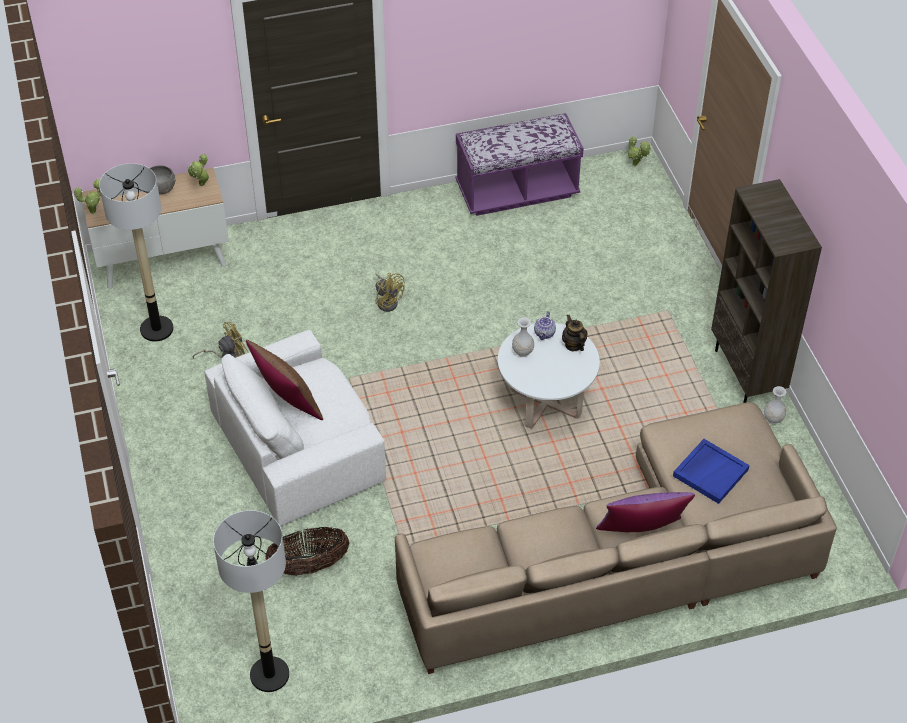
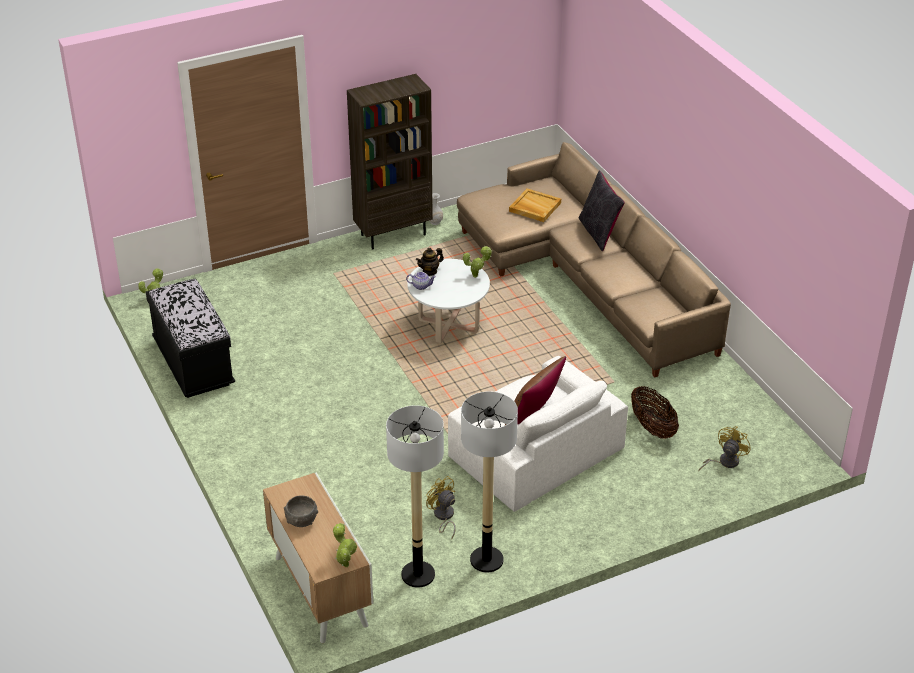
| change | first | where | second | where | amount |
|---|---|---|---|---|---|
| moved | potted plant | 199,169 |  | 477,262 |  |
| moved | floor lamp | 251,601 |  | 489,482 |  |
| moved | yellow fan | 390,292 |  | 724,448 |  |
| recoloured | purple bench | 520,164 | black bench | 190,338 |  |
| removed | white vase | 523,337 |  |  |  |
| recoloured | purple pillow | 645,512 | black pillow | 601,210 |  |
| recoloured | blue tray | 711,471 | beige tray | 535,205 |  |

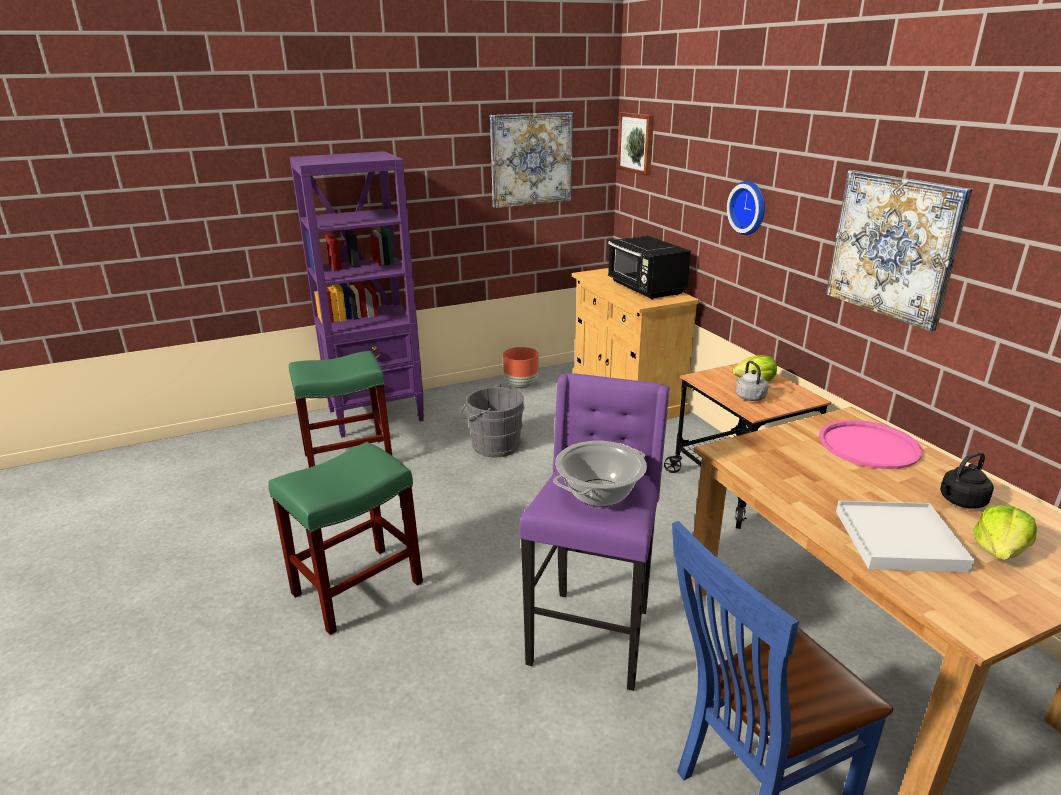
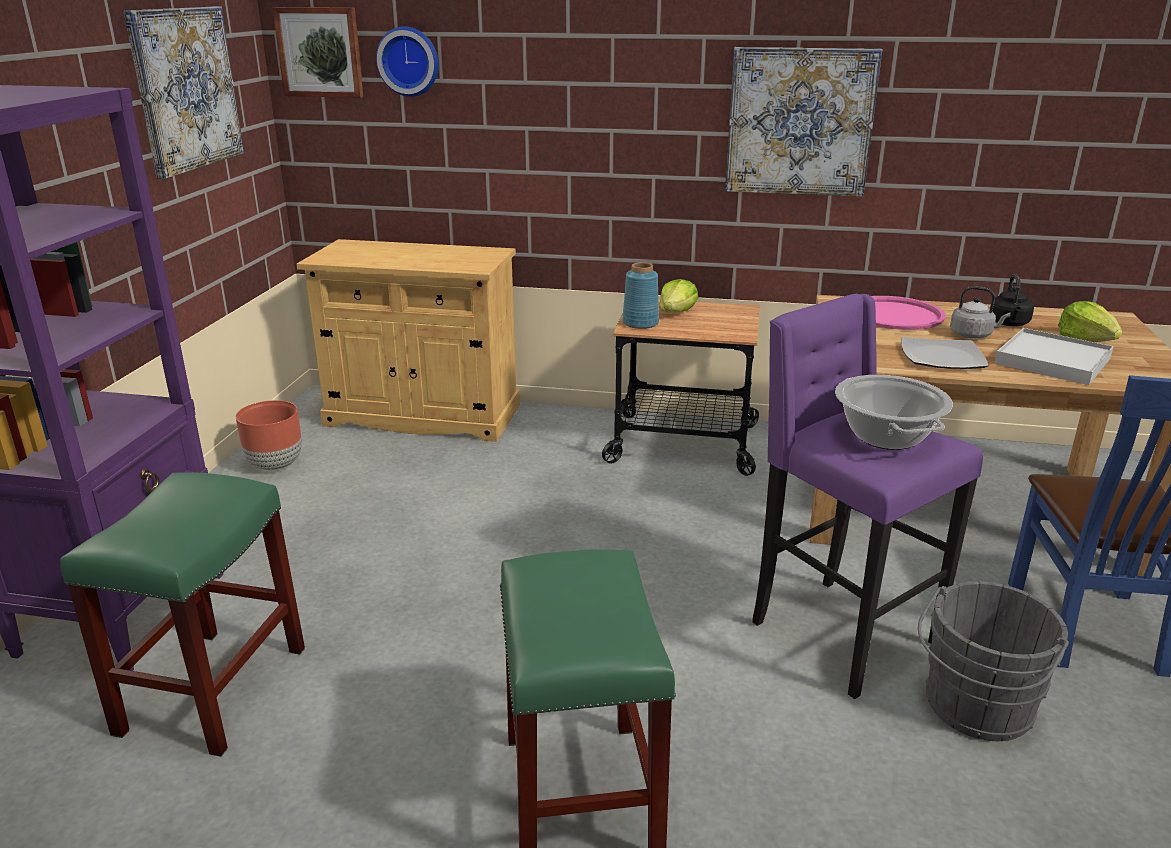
| change | first | where | second | where | amount |
|---|---|---|---|---|---|
| moved | grey bucket | 493,420 |  | 993,661 |  |
| removed | black microwave | 649,267 |  |  |  |
| moved | wall clock | 746,208 |  | 407,61 |  |
| moved | grey kettle | 752,381 |  | 980,312 |  |
| added |  |  | blue vase | 640,295 |  |
| added |  |  | plate | 945,353 |  |

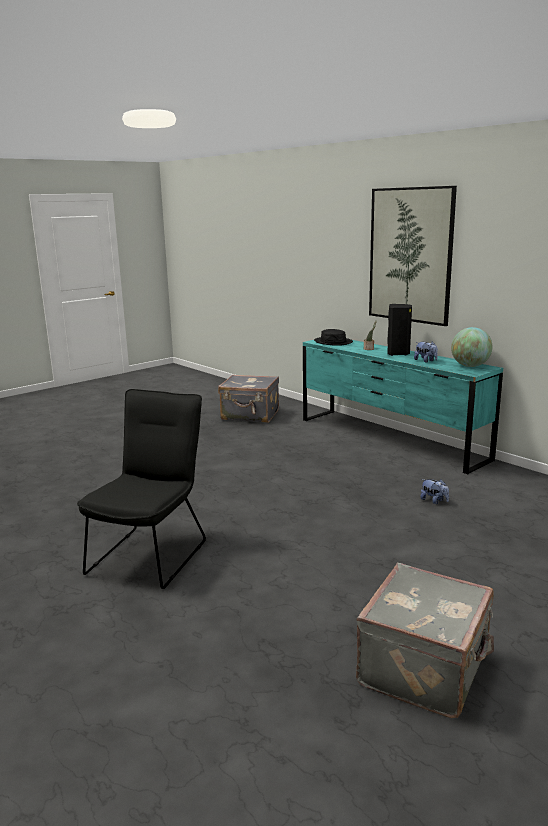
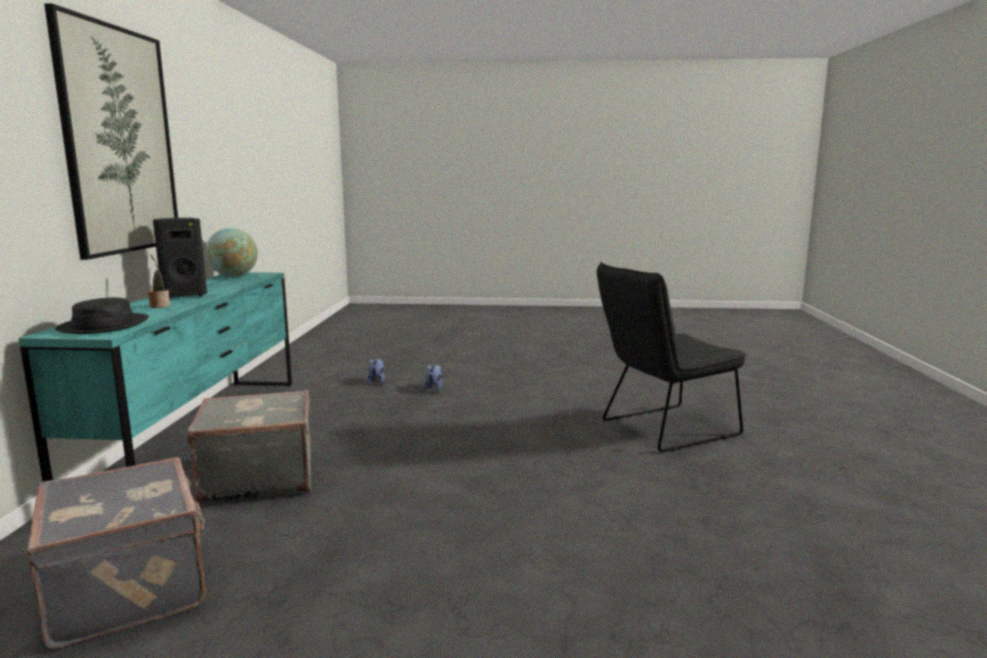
| change | first | where | second | where | amount |
|---|---|---|---|---|---|
| moved | grey suitcase | 425,640 |  | 249,447 |  |
| moved | plush toy | 426,352 |  | 433,378 |  |

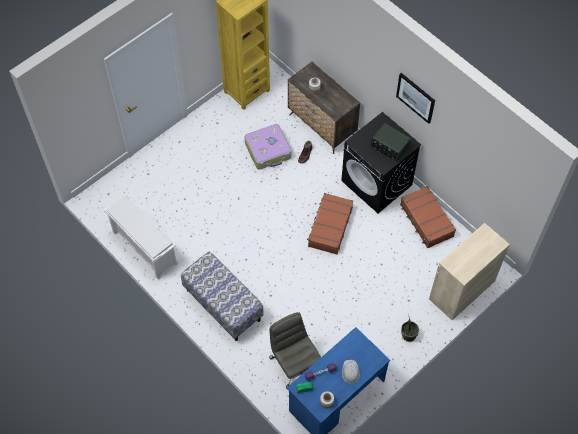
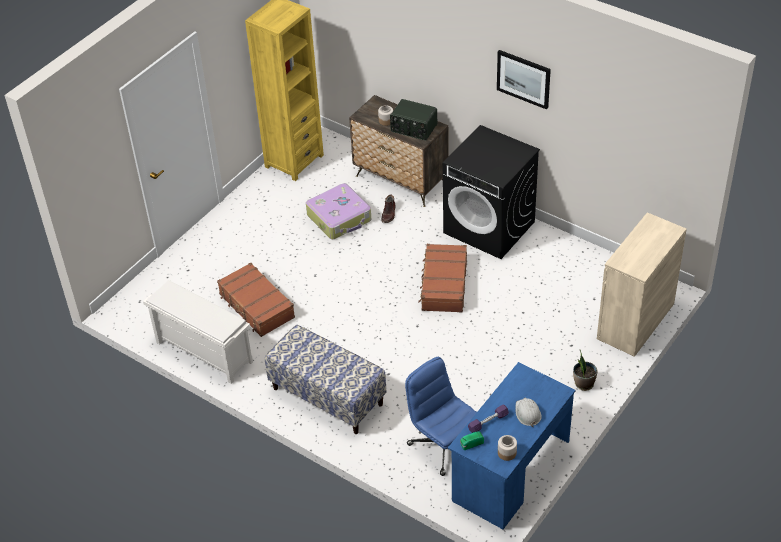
| change | first | where | second | where | amount |
|---|---|---|---|---|---|
| recoloured | grey office chair | 295,350 | blue office chair | 441,416 |  |
| moved | radio | 391,143 |  | 413,120 |  |
| moved | brown suitcase | 428,217 |  | 256,299 |  |

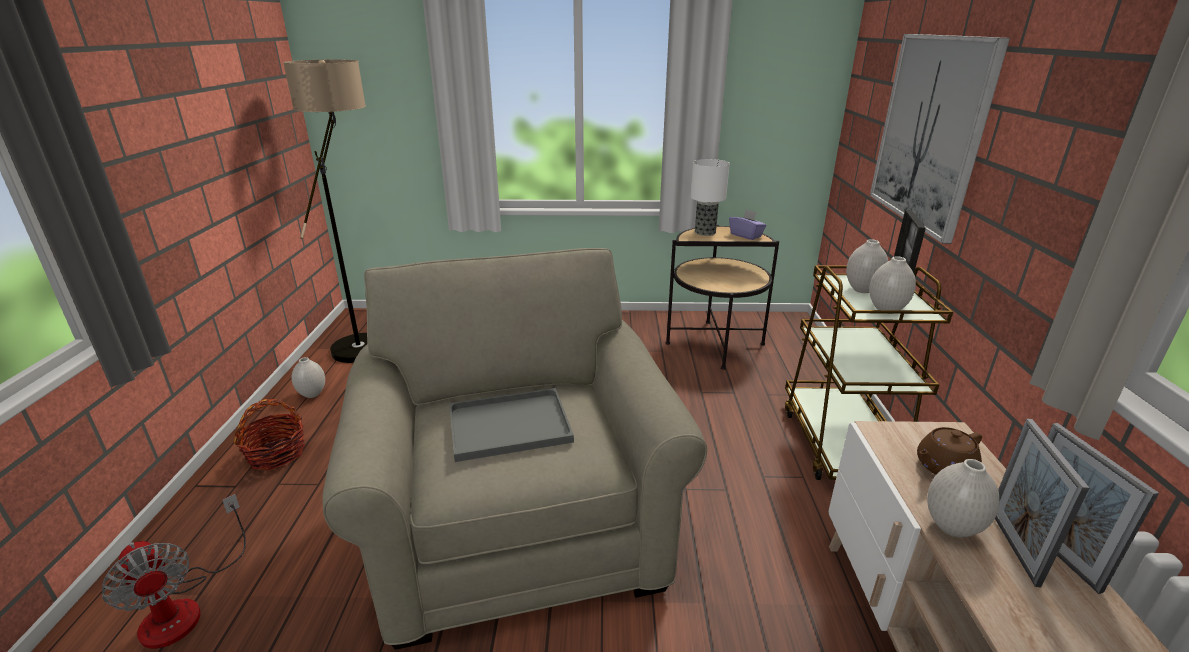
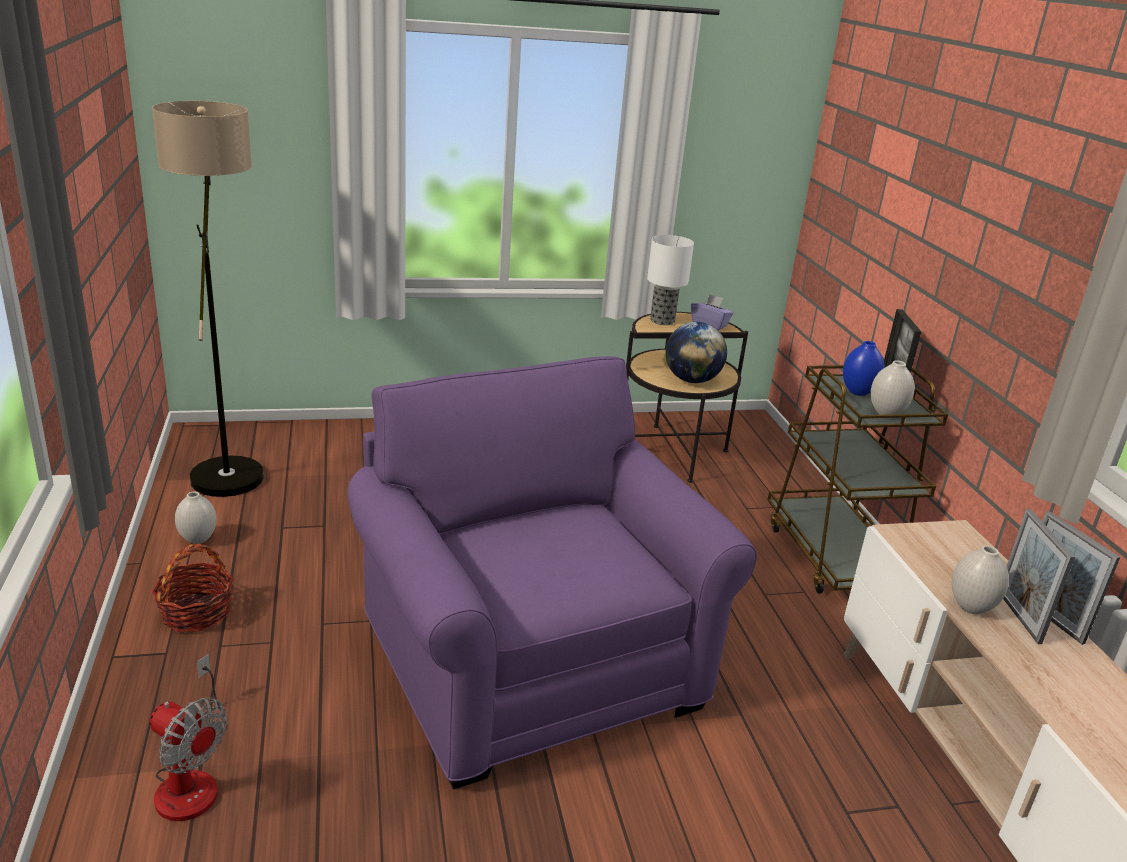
| change | first | where | second | where | amount |
|---|---|---|---|---|---|
| recoloured | beige armchair | 514,449 | purple armchair | 552,572 |  |
| removed | grey tray | 511,425 |  |  |  |
| recoloured | white vase | 867,266 | blue vase | 864,368 |  |
| removed | picture | 940,139 |  |  |  |
| removed | brown teapot | 949,451 |  |  |  |
| added |  |  | globe | 696,352 |  |

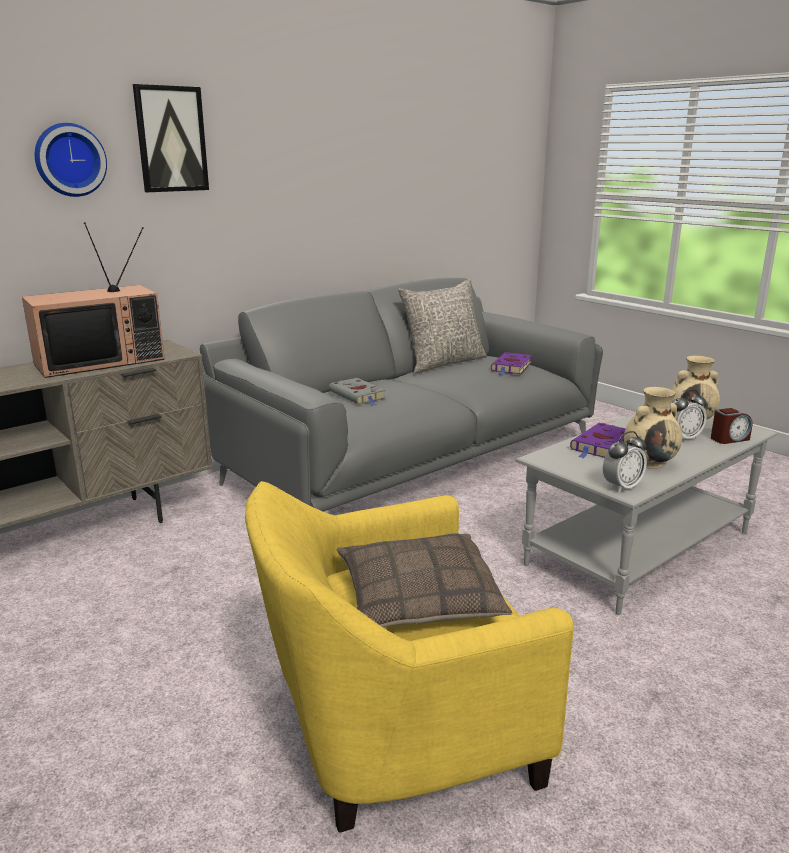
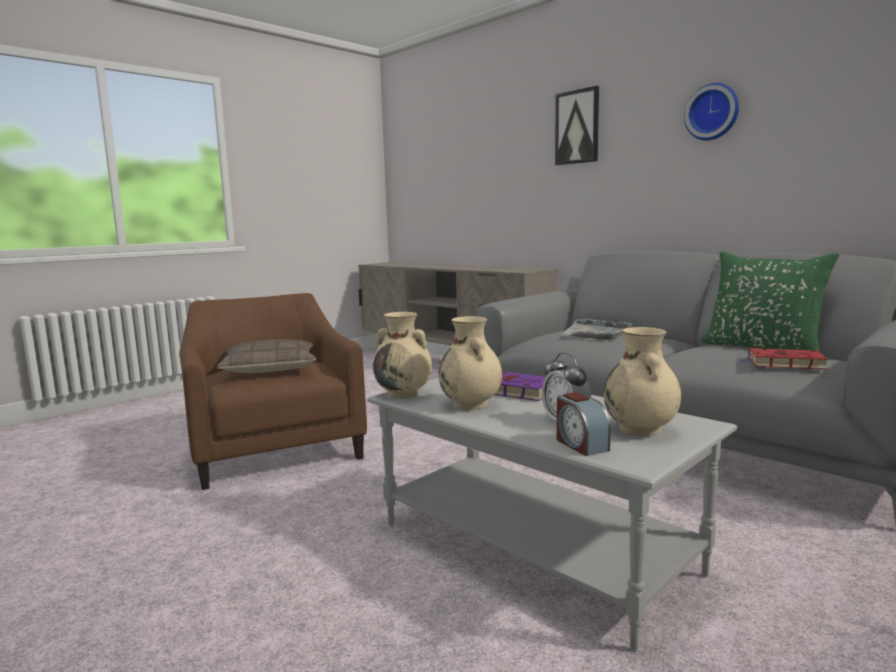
| change | first | where | second | where | amount |
|---|---|---|---|---|---|
| removed | television | 93,300 |  |  |  |
| moved | wall clock | 71,160 |  | 711,112 |  |
| recoloured | yellow armchair | 409,656 | brown armchair | 273,391 |  |
| replaced | grey book | 357,392 | grey tray | 597,329 |  |
| recoloured | grey pillow | 442,326 | green pillow | 770,301 |  |
| recoloured | purple book | 511,364 | red book | 782,359 |  |
| replaced | alarm clock | 625,462 | beige vase | 402,355 |  |

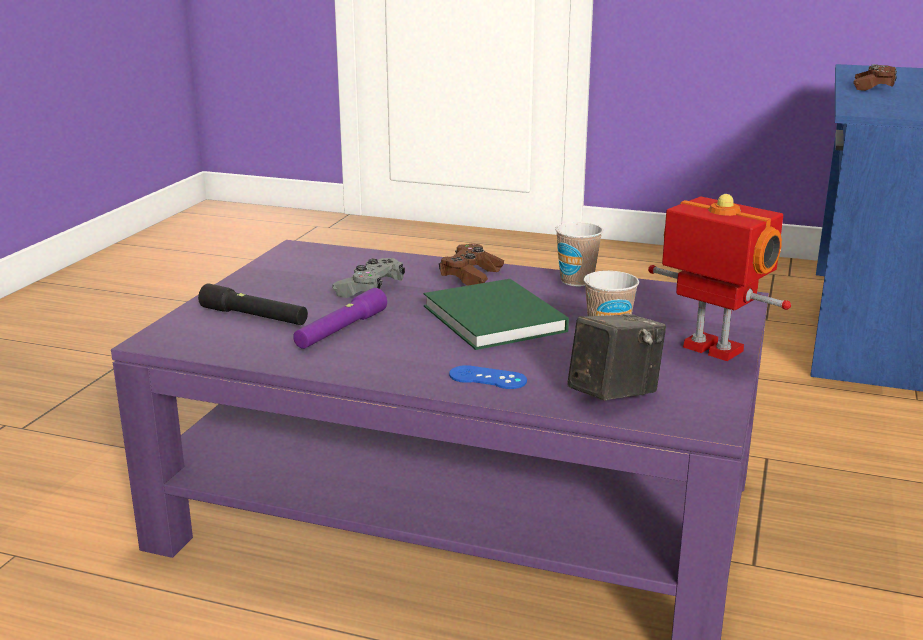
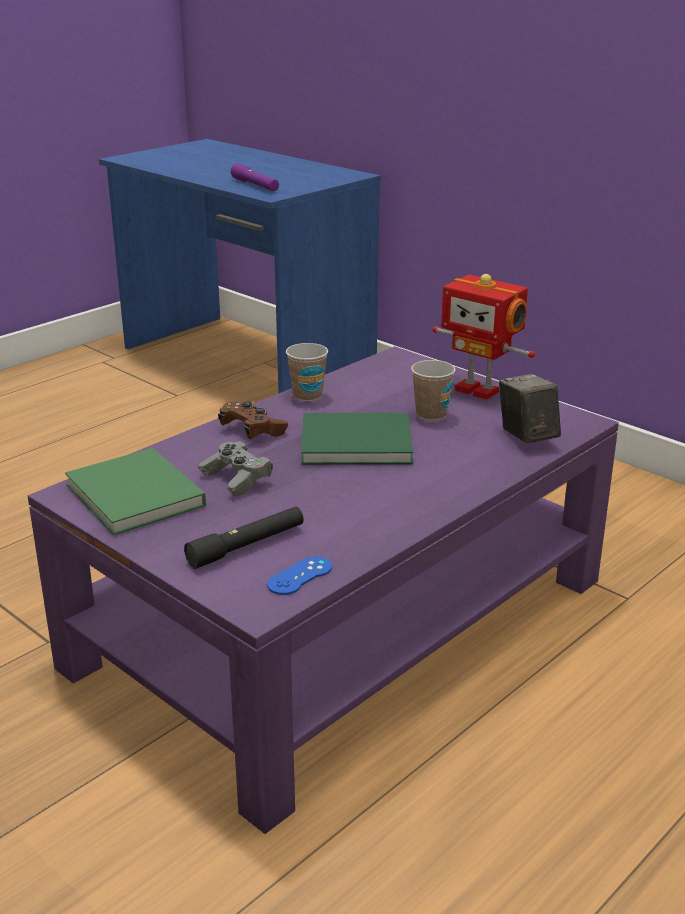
| change | first | where | second | where | amount |
|---|---|---|---|---|---|
| moved | purple flashlight | 340,318 |  | 255,177 |  |
| moved | blue game controller | 488,377 |  | 299,575 |  |
| turned | toy robot | 719,277 |  | 484,337 | 120 degrees counterclockwise |
| removed | brown game controller | 875,77 |  |  |  |
| added |  |  | green book | 135,491 |  |

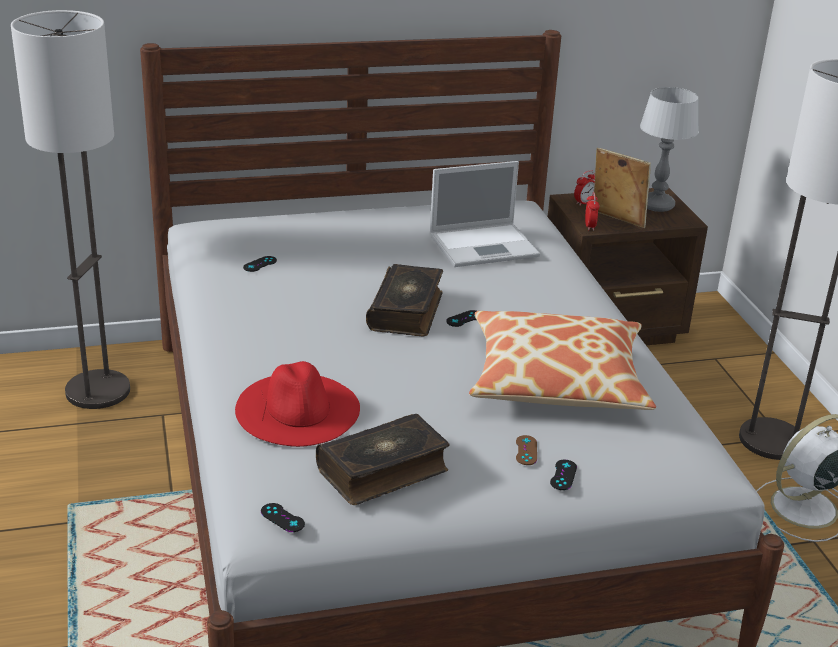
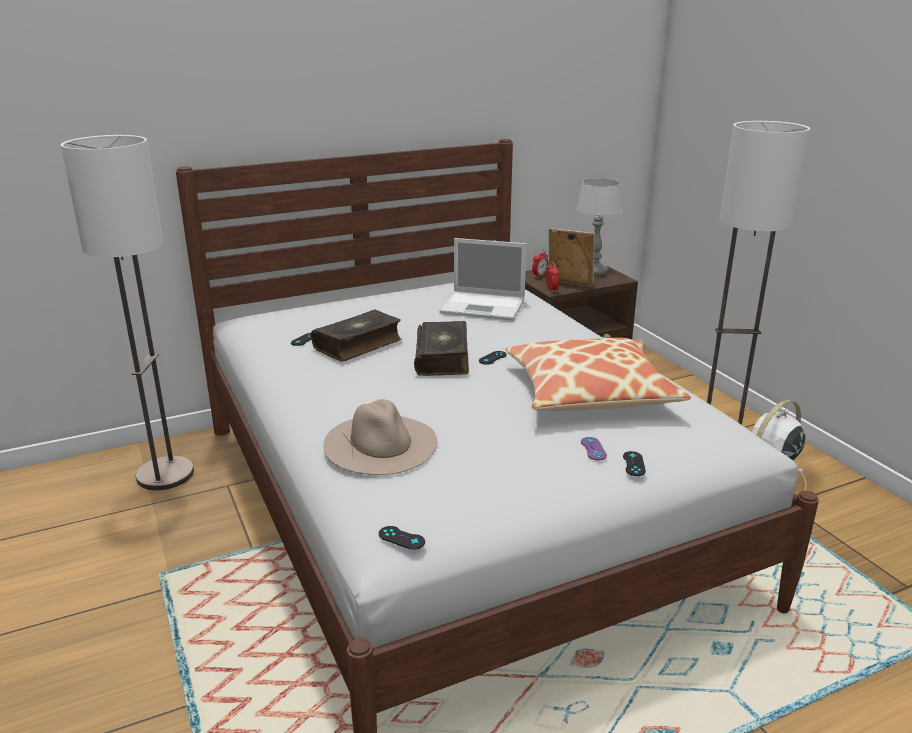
| change | first | where | second | where | amount |
|---|---|---|---|---|---|
| recoloured | red hat | 297,404 | beige hat | 380,437 |  |
| moved | book | 383,459 |  | 356,335 |  |
| turned | laptop | 485,214 |  | 483,279 | 45 degrees clockwise |
| recoloured | brown game controller | 526,450 | purple game controller | 594,448 |  |

